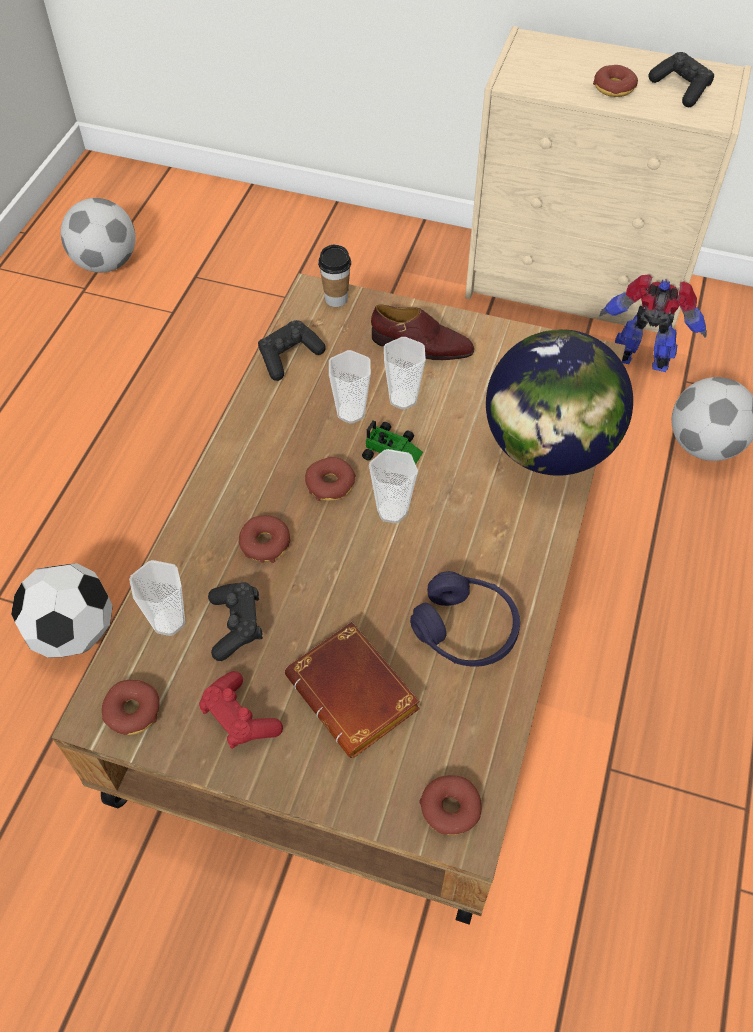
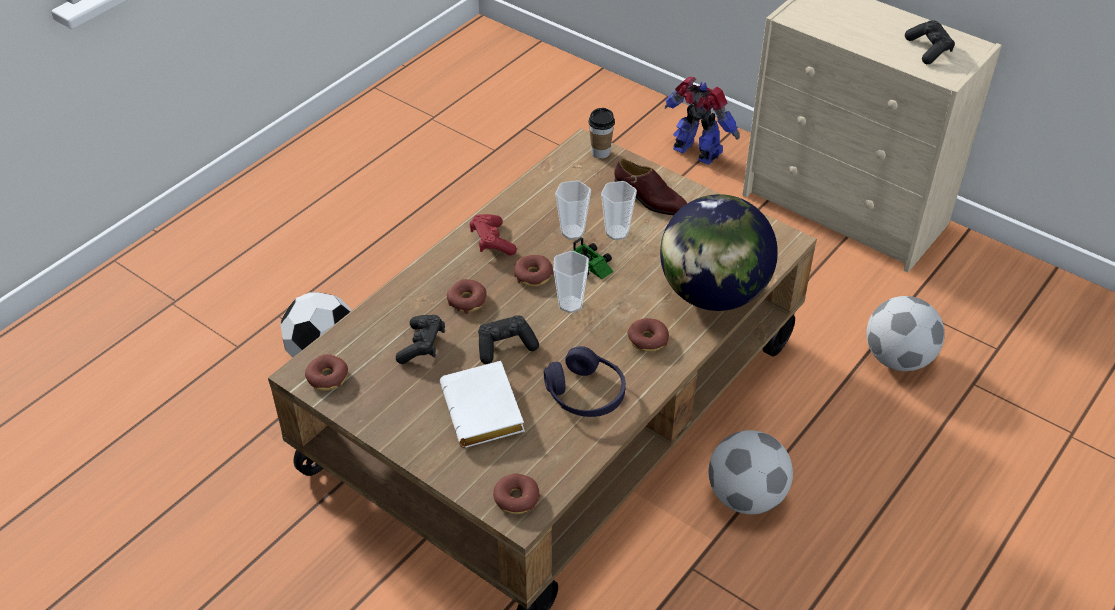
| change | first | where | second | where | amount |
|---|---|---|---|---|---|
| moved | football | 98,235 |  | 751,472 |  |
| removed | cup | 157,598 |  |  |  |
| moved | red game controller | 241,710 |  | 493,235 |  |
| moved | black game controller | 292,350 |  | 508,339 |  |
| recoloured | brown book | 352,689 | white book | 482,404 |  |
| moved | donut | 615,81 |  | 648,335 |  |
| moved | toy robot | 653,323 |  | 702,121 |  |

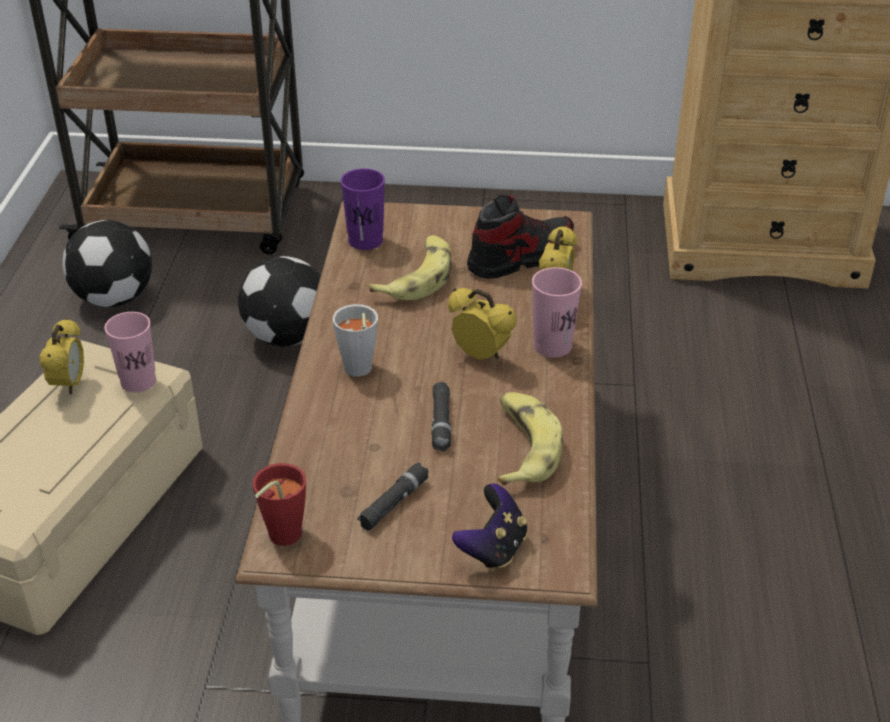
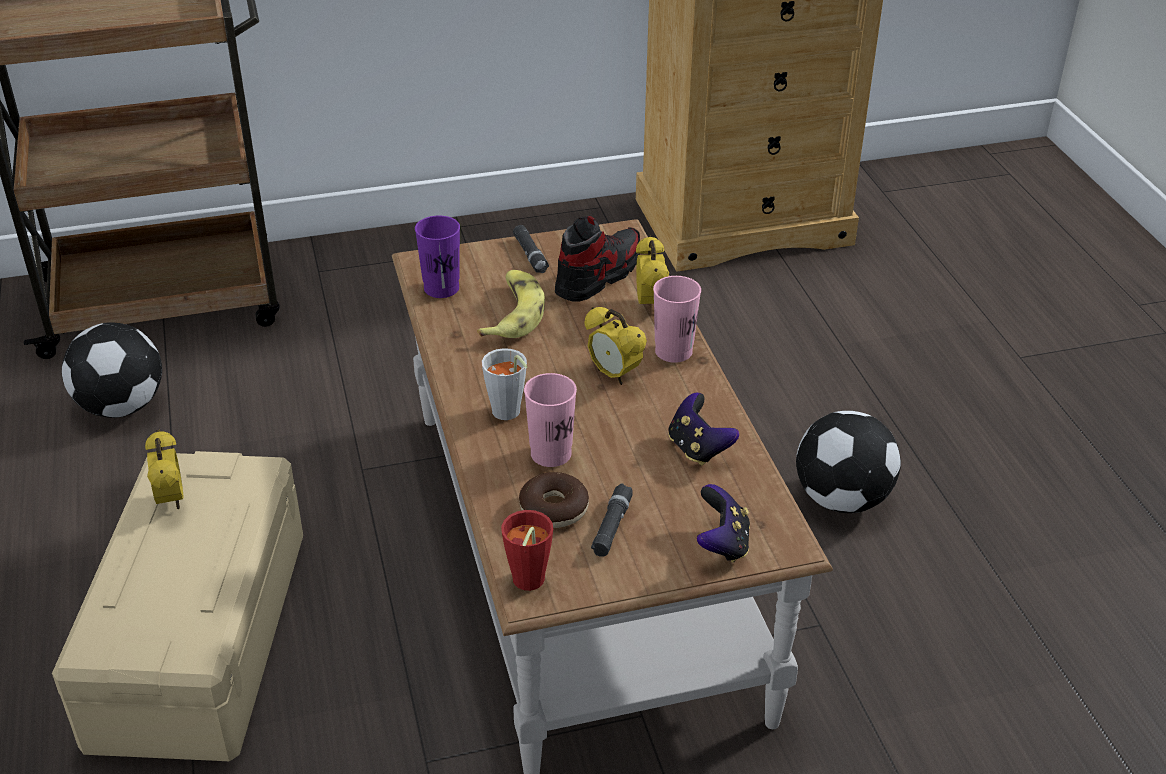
| change | first | where | second | where | amount |
|---|---|---|---|---|---|
| moved | pink cup | 130,352 |  | 550,420 |  |
| moved | football | 279,301 |  | 848,462 |  |
| moved | black flashlight | 441,417 |  | 531,249 |  |
| turned | alarm clock | 482,324 |  | 616,346 | 150 degrees counterclockwise |
| replaced | banana | 530,439 | game controller | 703,429 |  |
| added |  |  | donut | 554,500 |  |

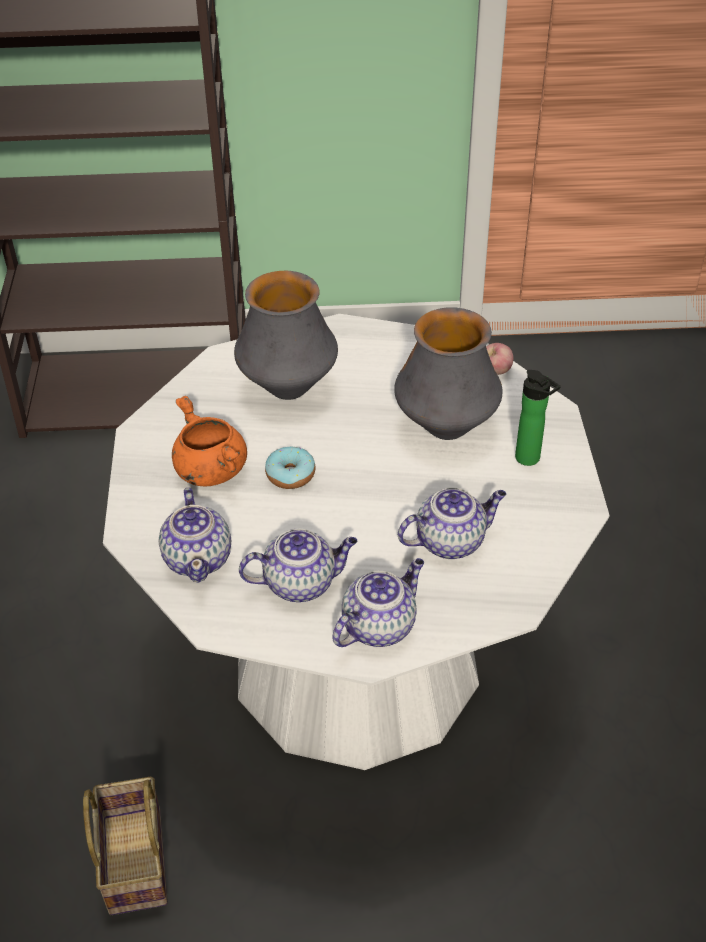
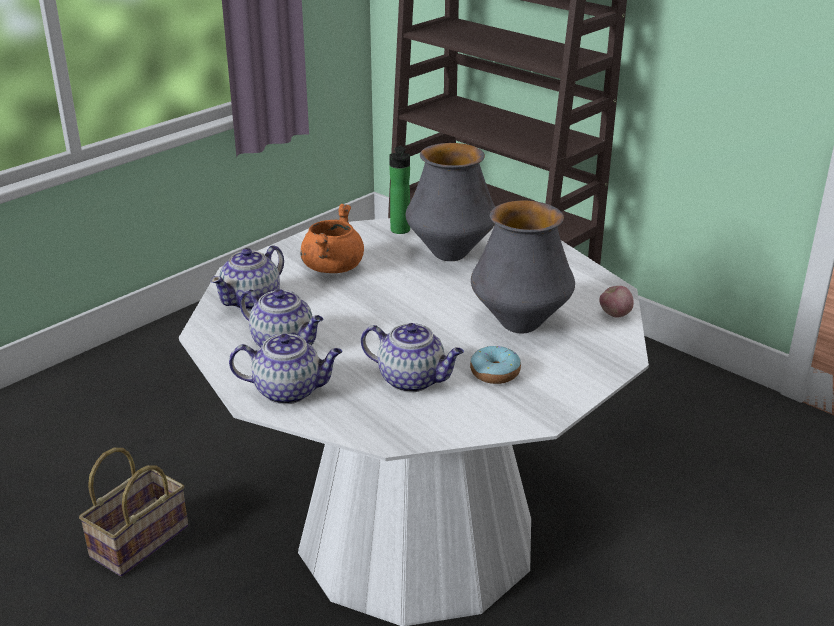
| change | first | where | second | where | amount |
|---|---|---|---|---|---|
| moved | donut | 290,468 |  | 495,365 |  |
| moved | bottle | 538,418 |  | 399,190 |  |

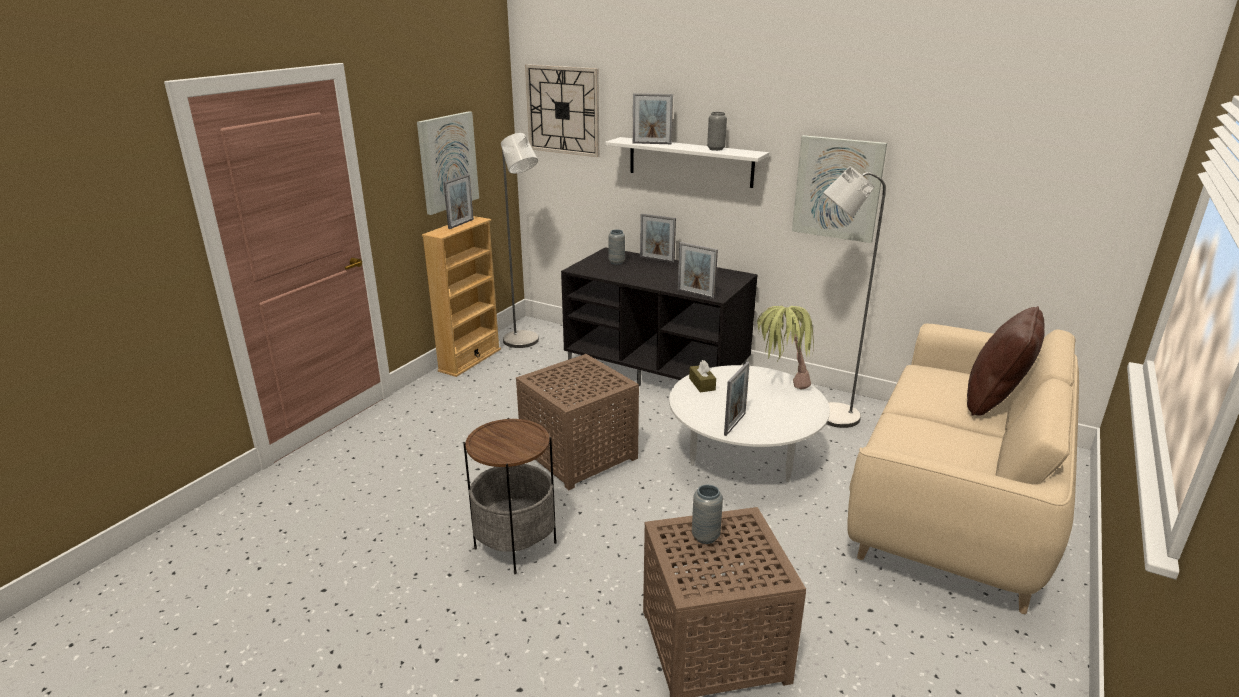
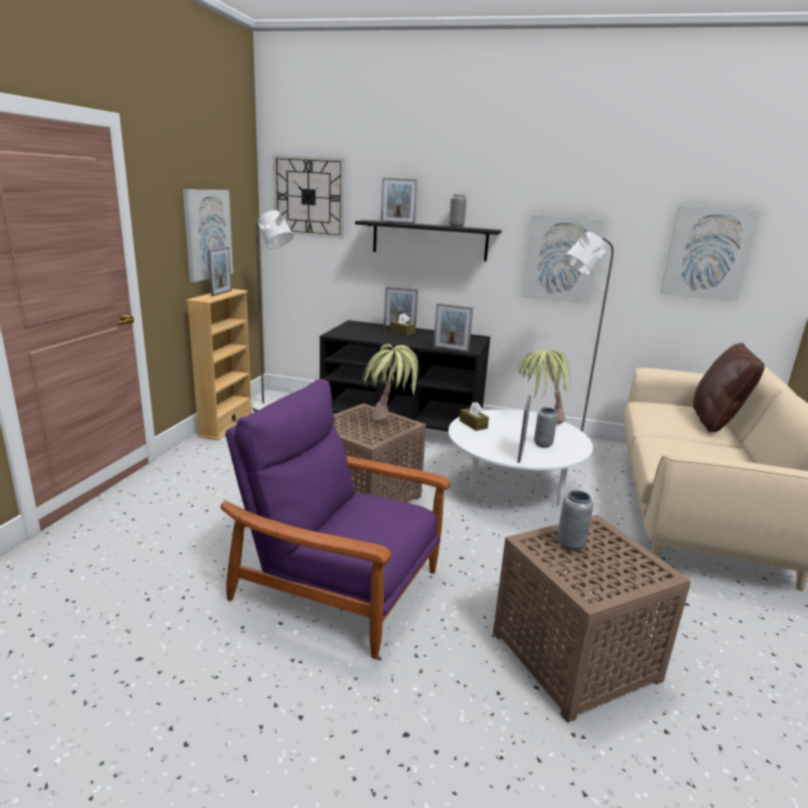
| change | first | where | second | where | amount |
|---|---|---|---|---|---|
| replaced | side table | 510,496 | purple armchair | 336,519 |  |
| recoloured | white shelf | 687,162 | black shelf | 428,240 |  |
| moved | grey vase | 616,247 |  | 545,427 |  |
| added |  |  | potted plant | 391,383 |  |
| added |  |  | brown tissue box | 402,324 |  |
| added |  |  | picture | 710,253 |  |

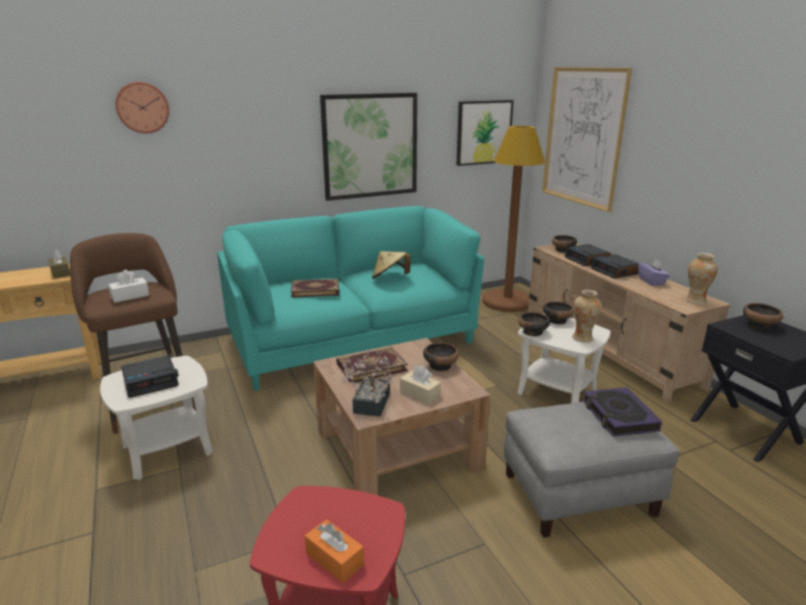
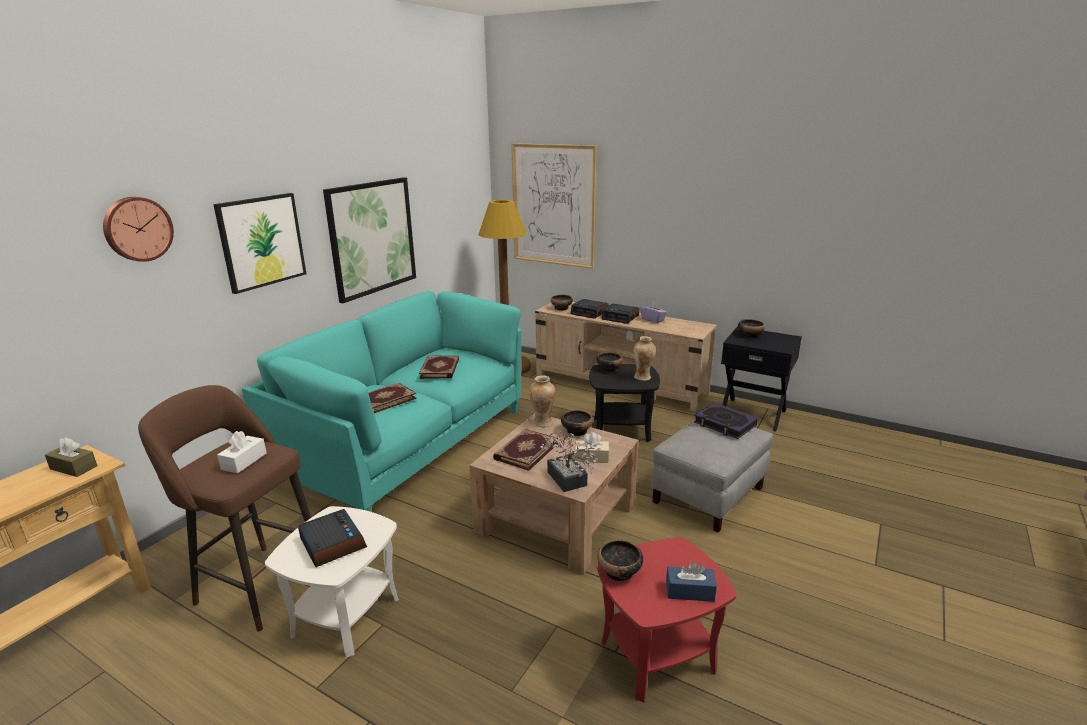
| change | first | where | second | where | amount |
|---|---|---|---|---|---|
| turned | alarm clock | 150,376 |  | 332,538 | 60 degrees counterclockwise |
| recoloured | orange tissue box | 334,551 | blue tissue box | 691,582 |  |
| replaced | beige hat | 391,265 | book | 439,367 |  |
| moved | picture | 485,133 |  | 259,243 |  |
| moved | bowl | 534,324 |  | 620,560 |  |
| recoloured | white side table | 564,358 | black side table | 624,403 |  |
| moved | vase | 702,279 |  | 542,401 |  |

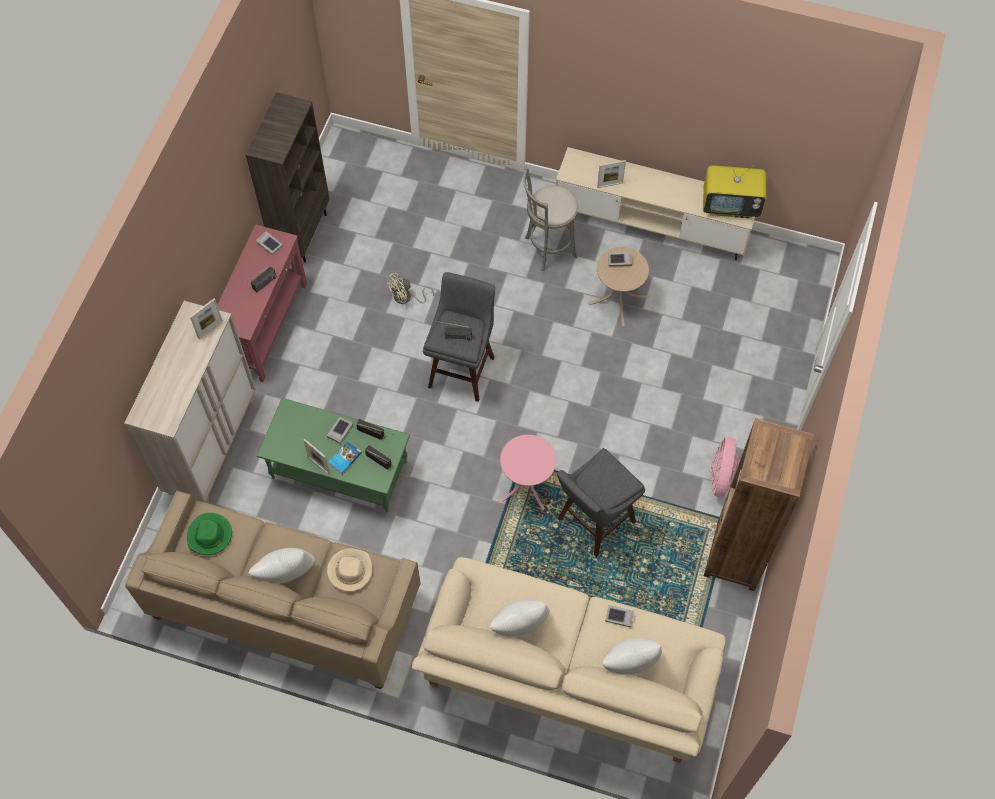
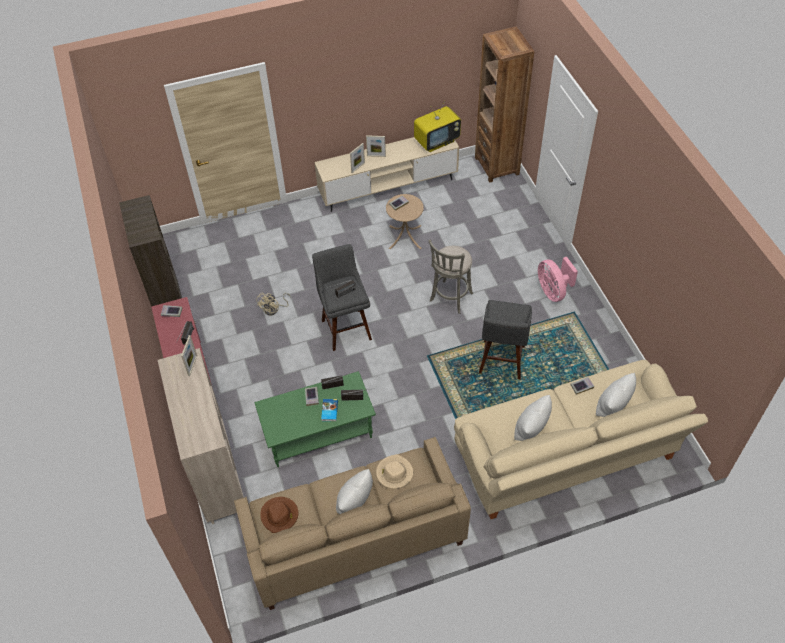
| change | first | where | second | where | amount |
|---|---|---|---|---|---|
| recoloured | green hat | 209,534 | brown hat | 279,515 |  |
| moved | picture frame | 316,456 |  | 376,146 |  |
| removed | pink side table | 527,472 |  |  |  |
| moved | grey stool | 550,219 |  | 451,277 |  |
| moved | brown bookcase | 759,504 |  | 504,105 |  |

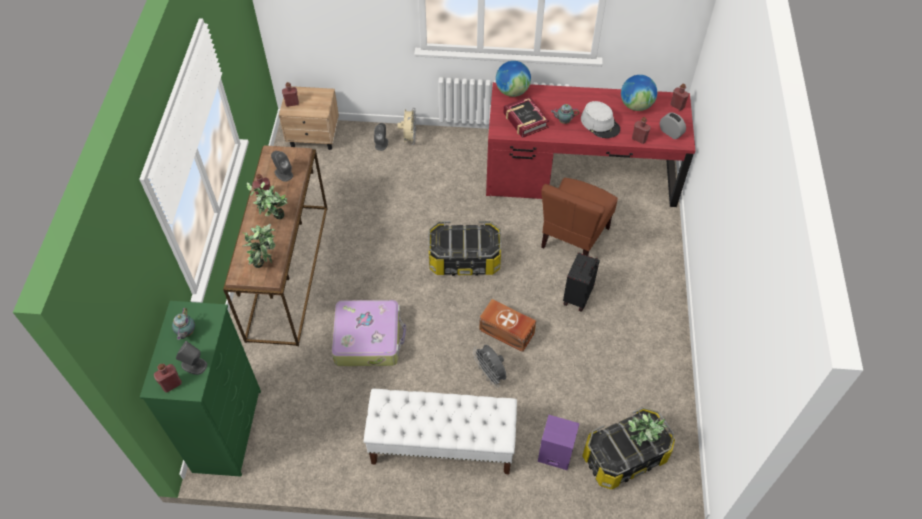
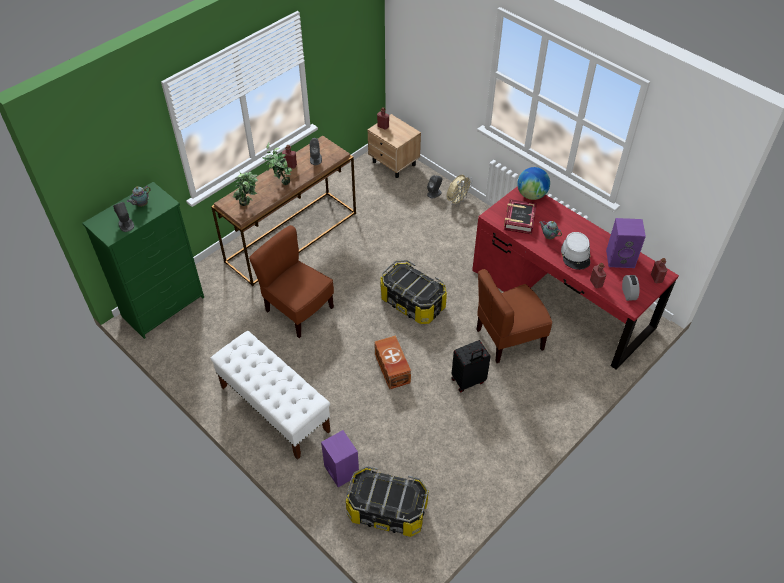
| change | first | where | second | where | amount |
|---|---|---|---|---|---|
| removed | red bottle | 168,378 |  |  |  |
| replaced | suitcase | 369,333 | brown chair | 291,281 |  |
| removed | grey fan | 489,366 |  |  |  |
| replaced | globe | 639,93 | purple speaker | 626,243 |  |
| removed | potted plant | 647,430 |  |  |  |

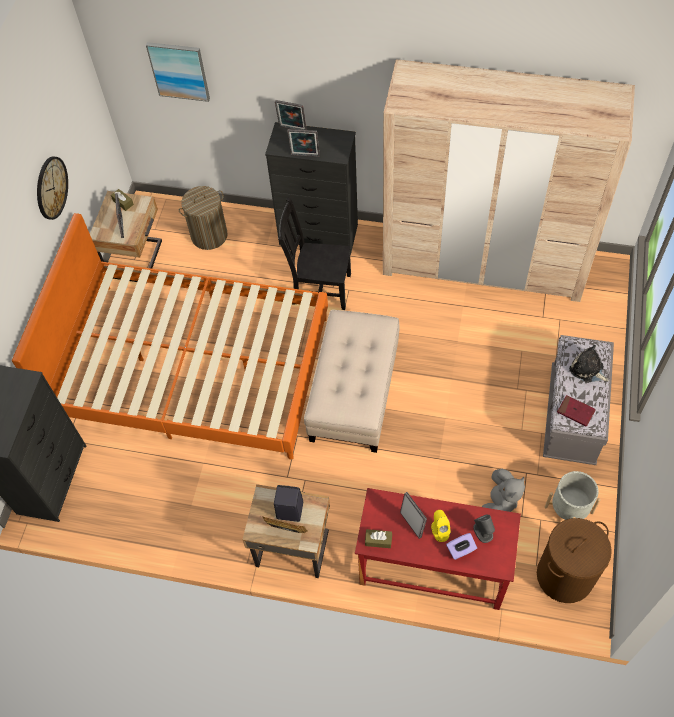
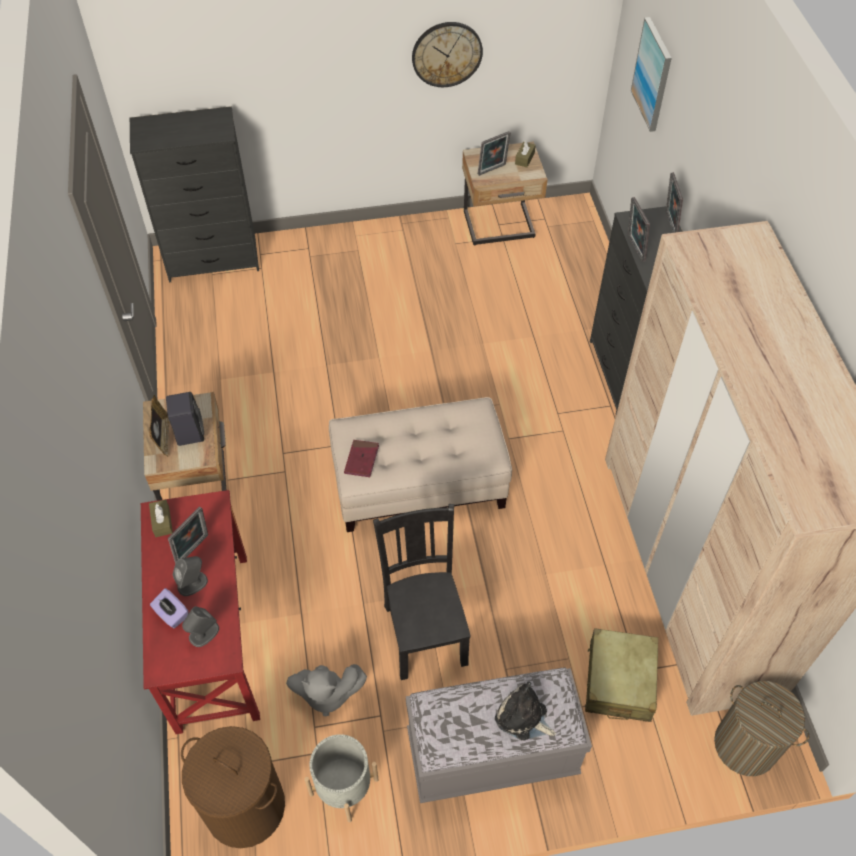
| change | first | where | second | where | amount |
|---|---|---|---|---|---|
| removed | orange bed | 170,336 |  |  |  |
| moved | laundry basket | 203,218 |  | 762,728 |  |
| moved | black chair | 314,253 |  | 422,592 |  |
| recoloured | yellow speaker | 441,526 | grey speaker | 190,576 |  |
| moved | red book | 576,411 |  | 361,458 |  |
| turned | plush toy | 589,364 |  | 525,711 | 75 degrees counterclockwise |
| added |  |  | beige suitcase | 621,675 |  |

